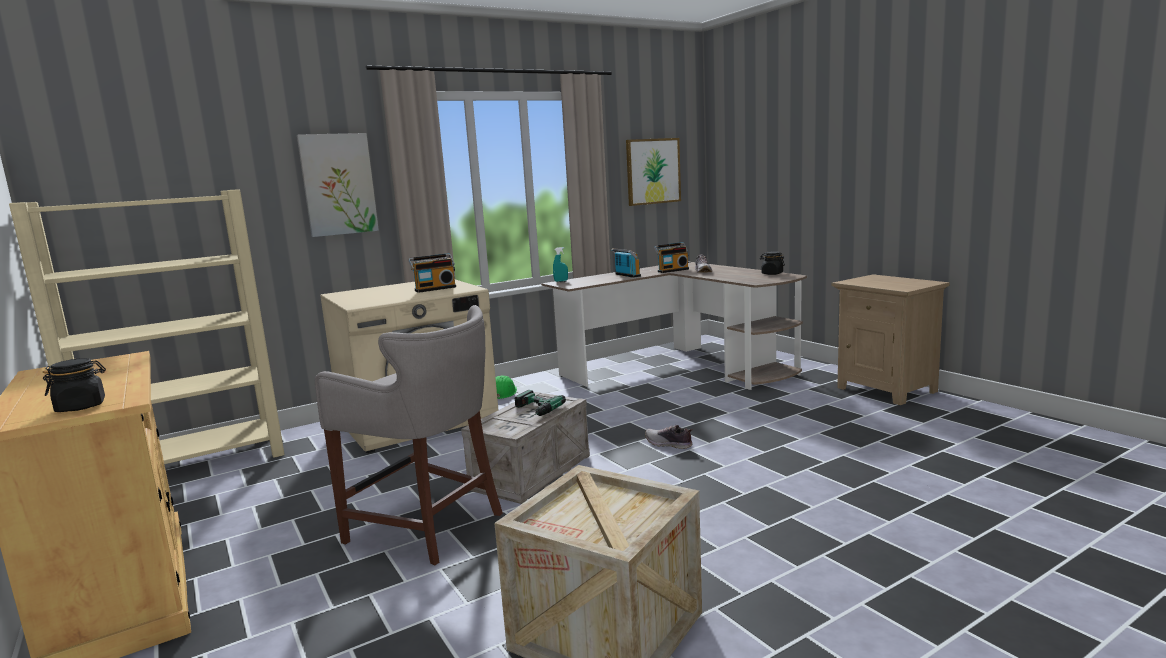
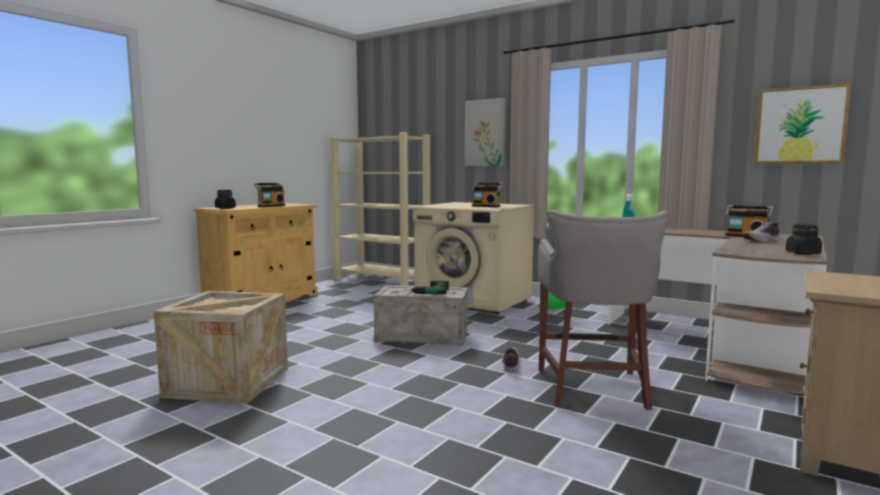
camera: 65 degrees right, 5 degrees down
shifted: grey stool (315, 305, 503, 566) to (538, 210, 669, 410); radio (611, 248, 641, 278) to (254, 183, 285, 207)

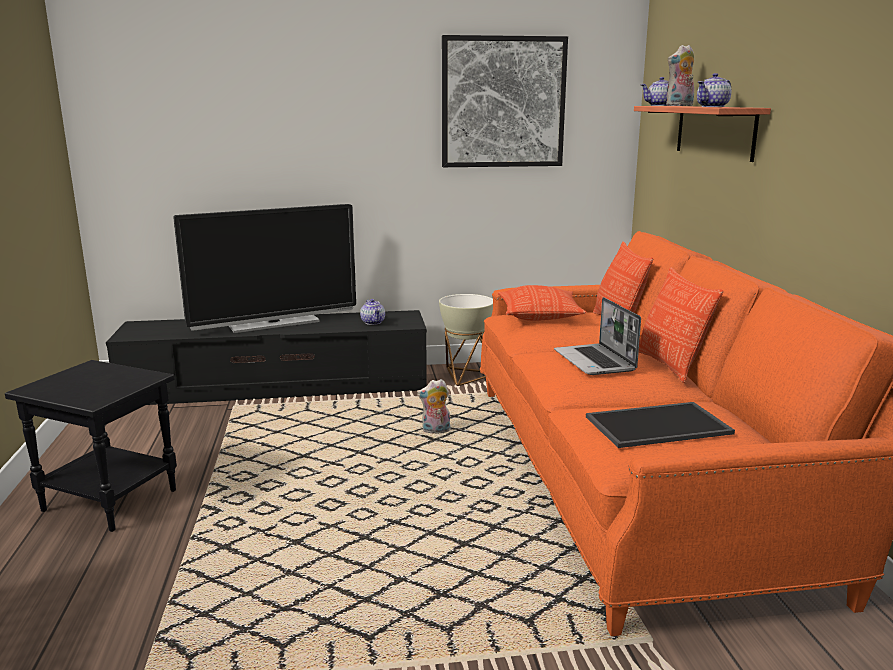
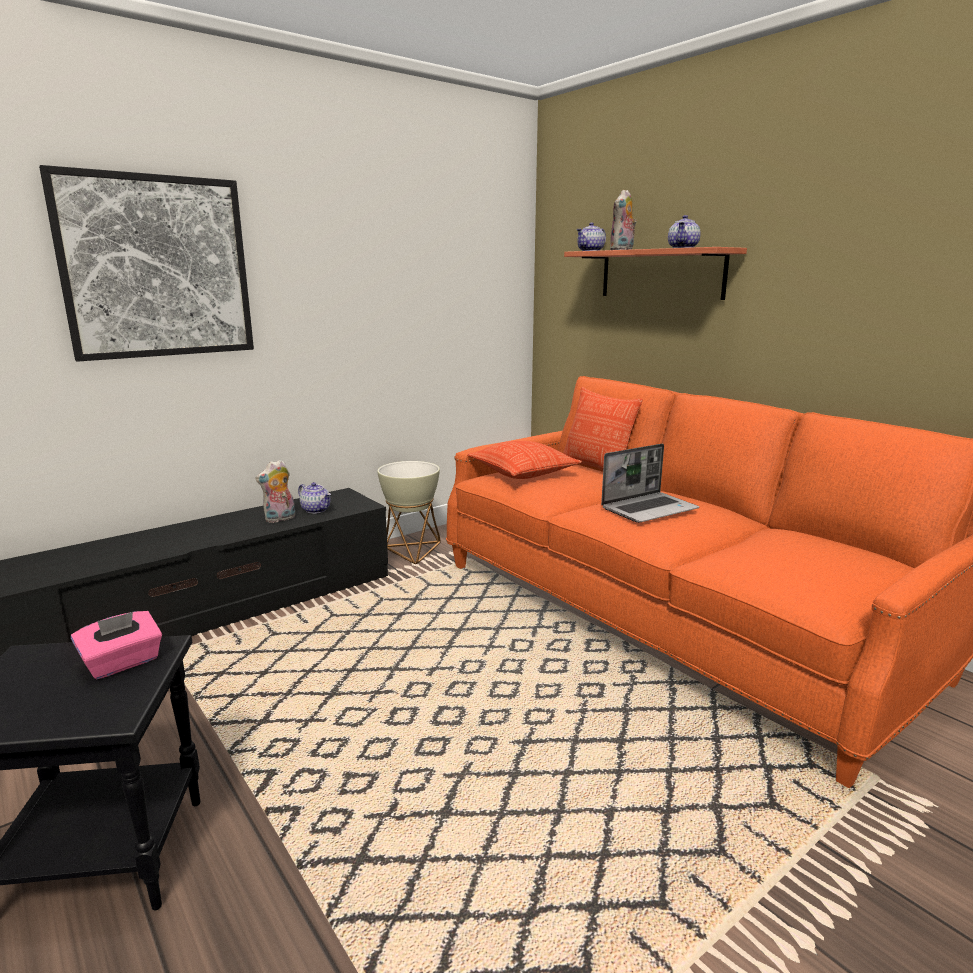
camera: 30 degrees left, 0 degrees up
gone: TV set (173, 204, 356, 333); serving tray (586, 402, 735, 448); orangey cushion (639, 267, 723, 383)
new: pink tissue box (71, 611, 162, 680)
shifted: plush toy (417, 379, 451, 434) to (255, 459, 295, 523); picture (442, 35, 568, 167) to (39, 165, 254, 362)
rotated: laptop (554, 297, 641, 375) = (601, 444, 699, 523) 75 degrees counterclockwise

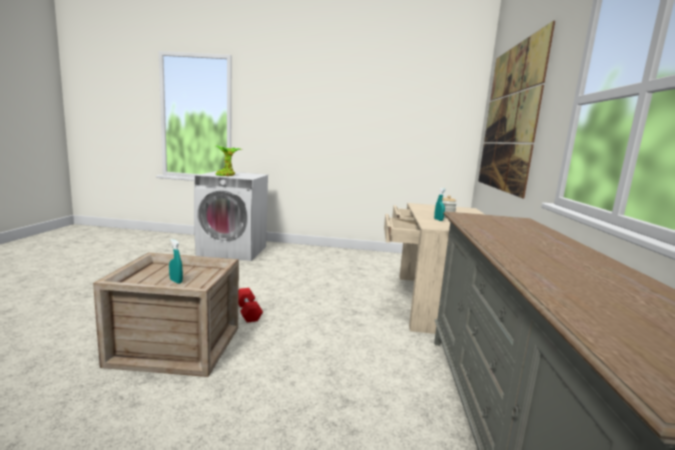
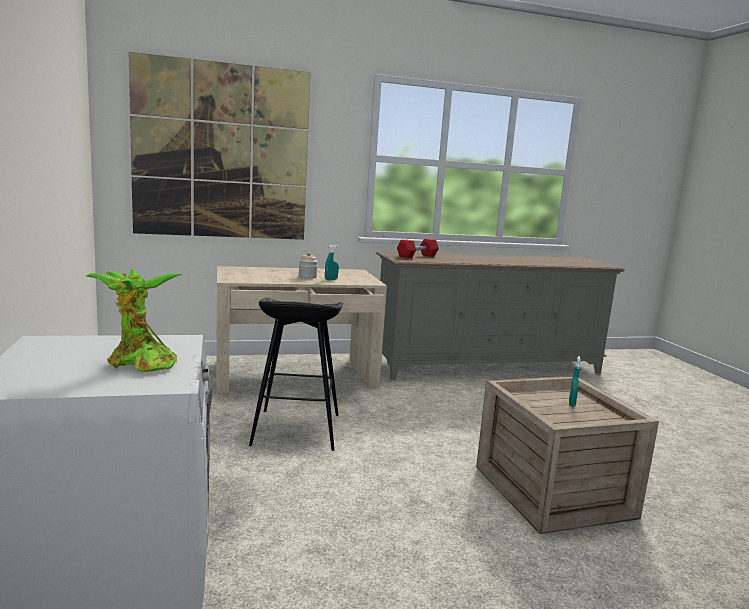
camera: 110 degrees left, 0 degrees up
new: black stool (249, 297, 343, 451)
shifted: reddish dumbbell (238, 288, 263, 323) to (397, 238, 439, 258)

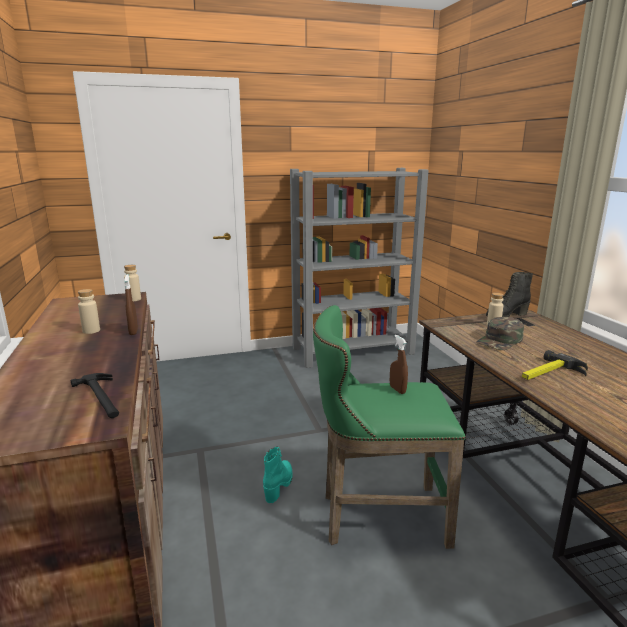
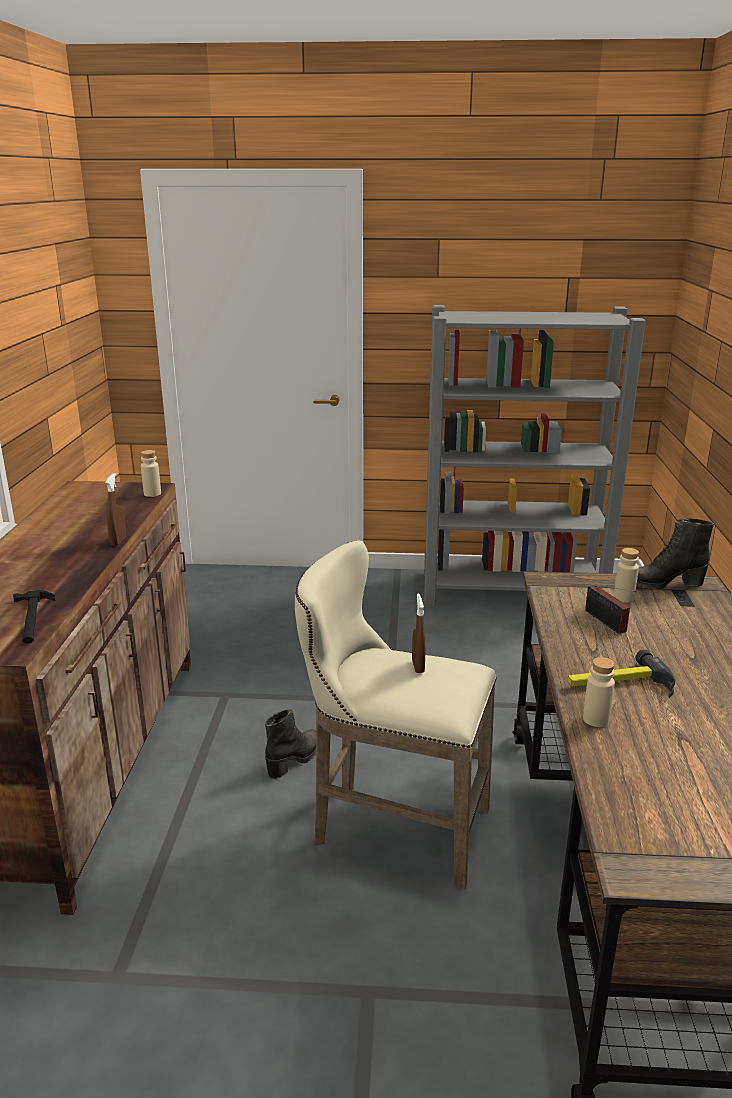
camera: 20 degrees right, 5 degrees up
shifted: beige-coloured bottle (78, 289, 100, 334) to (583, 657, 615, 727)
swapped: green peaked cap (476, 317, 524, 350) to radio (585, 585, 636, 634)
repainted: turquoise high-top boot (263, 446, 292, 503) to black high-top boot (265, 709, 316, 779); green stool (313, 305, 466, 549) to beige-coloured stool (295, 540, 497, 889)

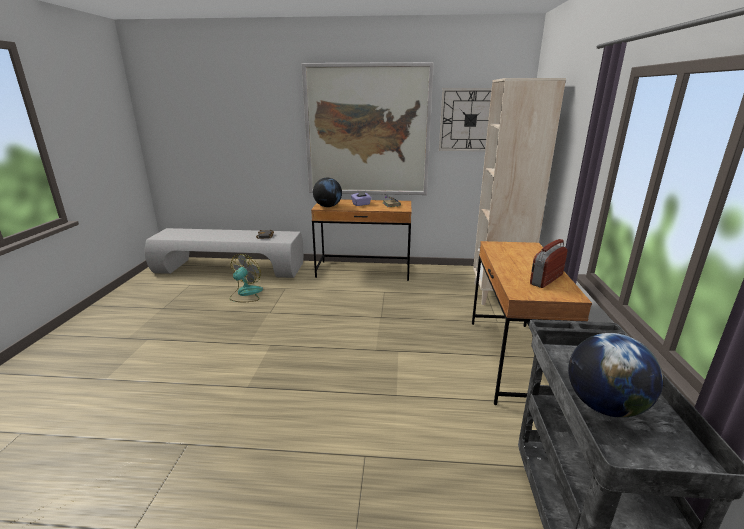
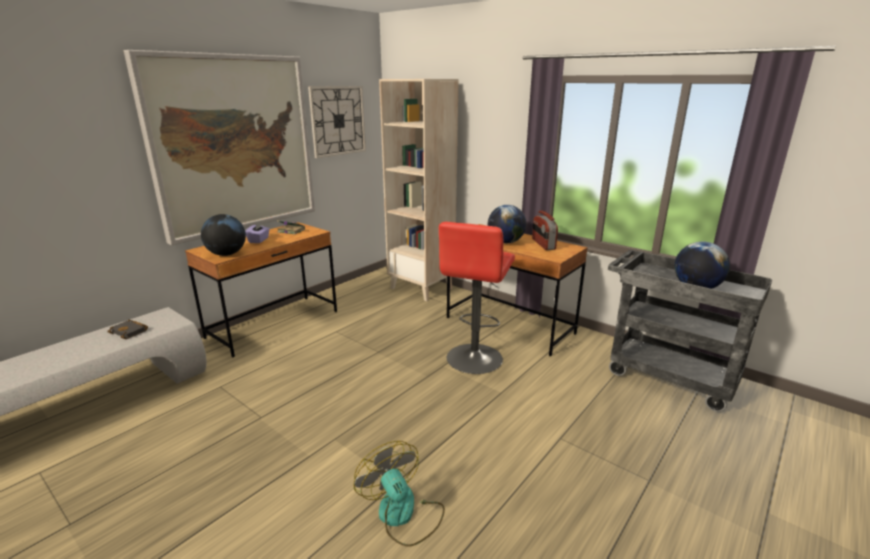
camera: 55 degrees left, 0 degrees up
new: reddish stool (439, 222, 515, 374); globe (488, 205, 526, 243)
shifted: fan (230, 254, 263, 302) to (354, 441, 445, 547)

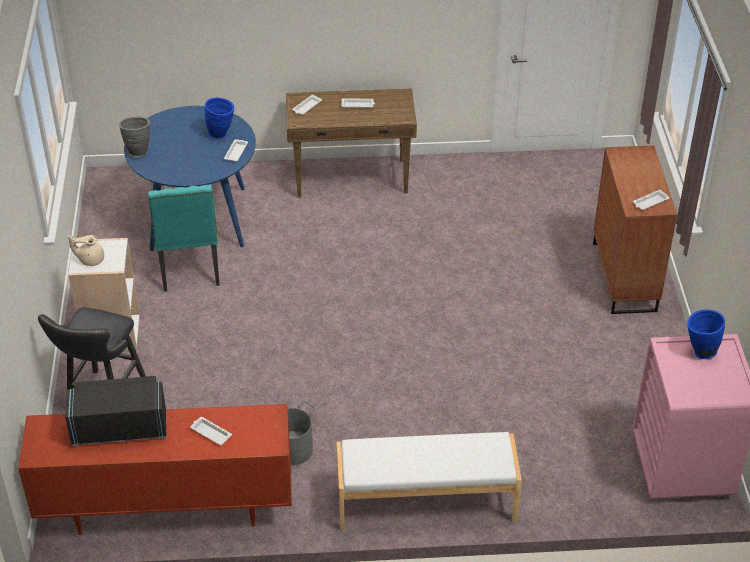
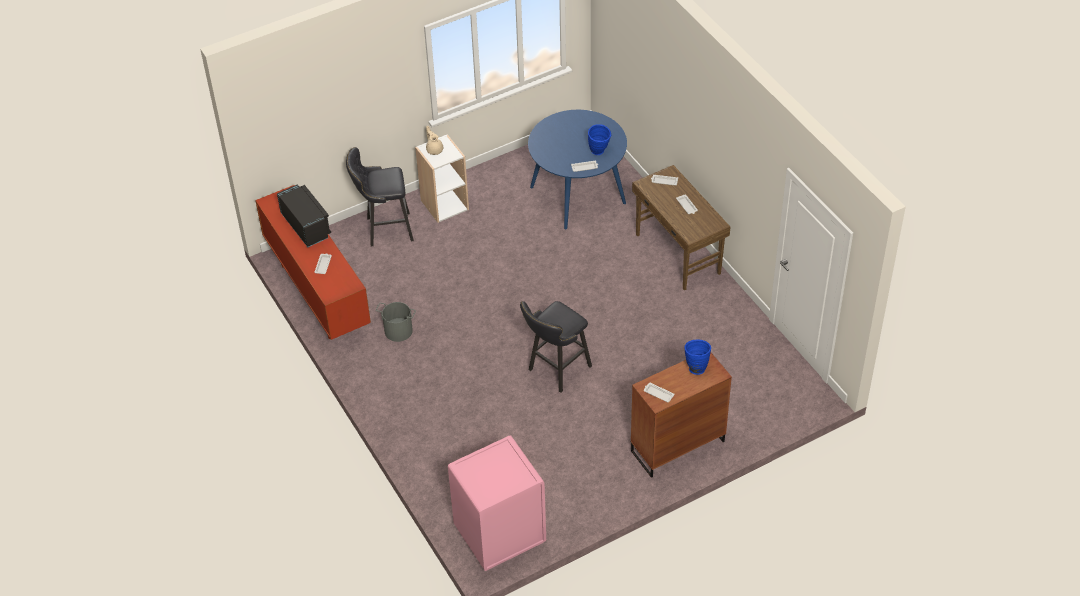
camera: 65 degrees right, 5 degrees up
gone: grey flower vase (119, 116, 150, 157); turquoise chair (148, 185, 220, 292); whitish indoor bench (337, 432, 522, 530)
new: black stool (520, 301, 592, 393)
shifted: bluish flower vase (687, 309, 725, 359) to (684, 340, 711, 375)

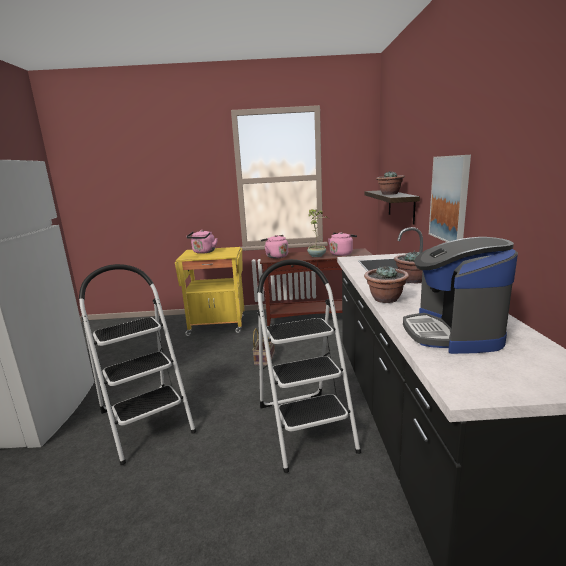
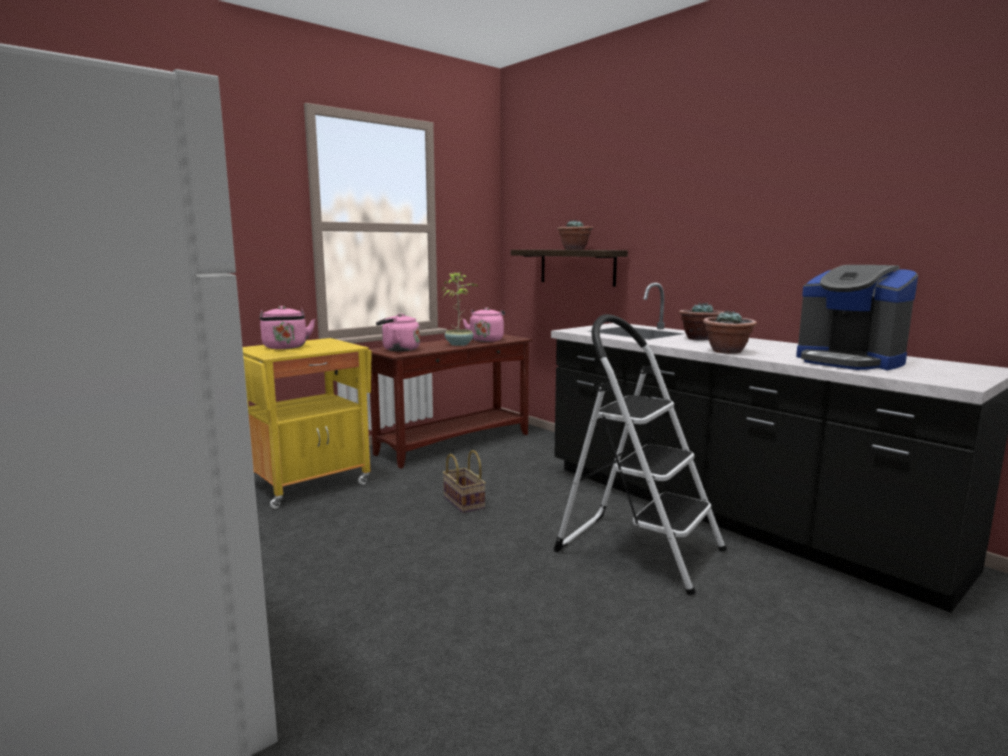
camera: 40 degrees left, 5 degrees down
gone: step ladder (79, 264, 196, 465); picture (429, 155, 471, 242)

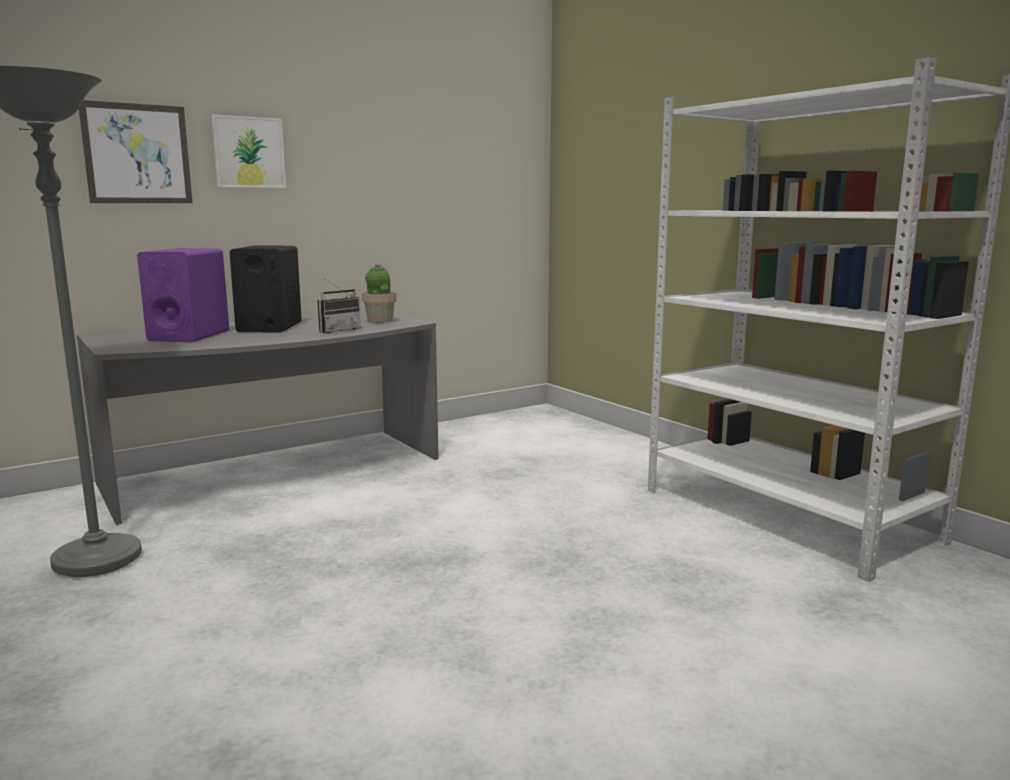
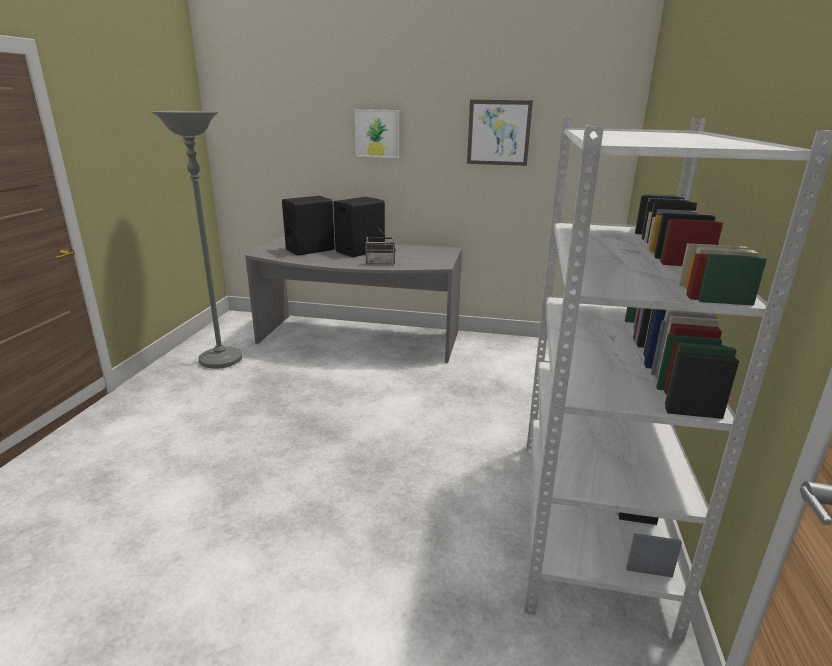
camera: 45 degrees right, 10 degrees up
gone: potted plant (362, 264, 397, 323)
shifted: picture (79, 100, 193, 203) to (467, 100, 533, 166)
repainted: purple-coloured speaker (137, 248, 229, 342) to black speaker (282, 196, 335, 256)

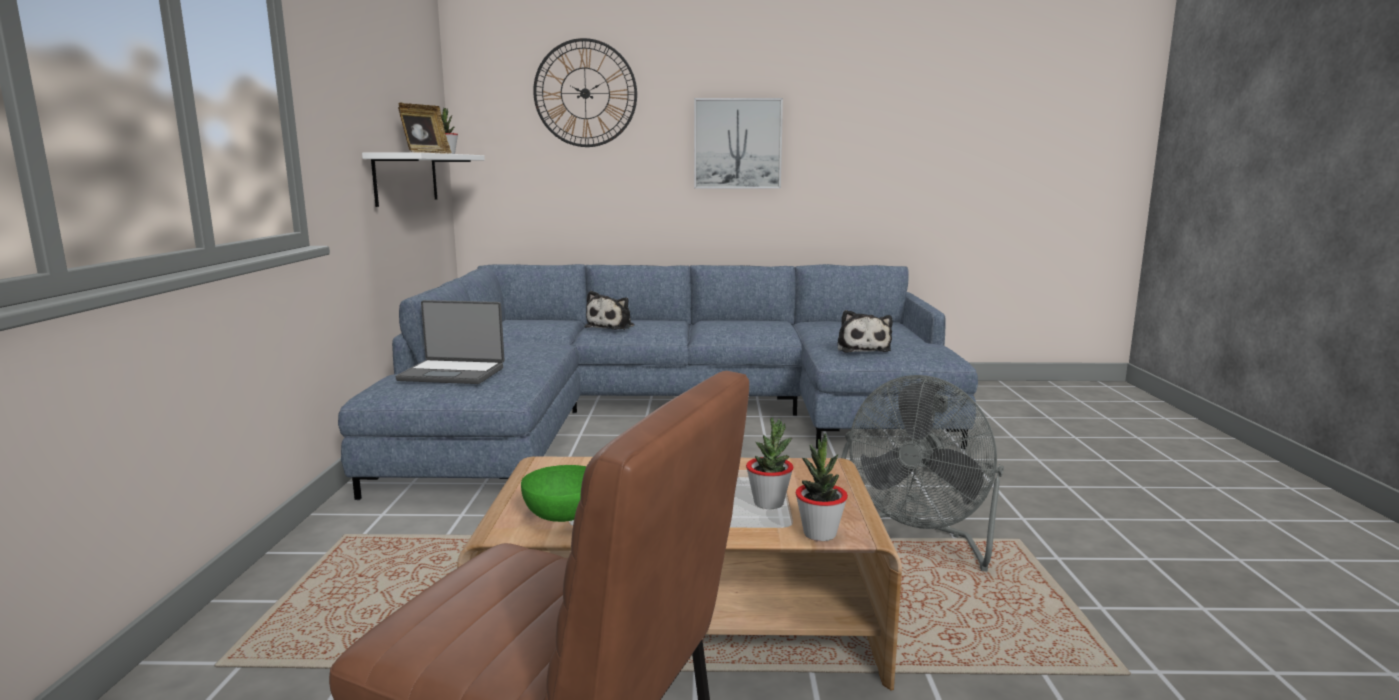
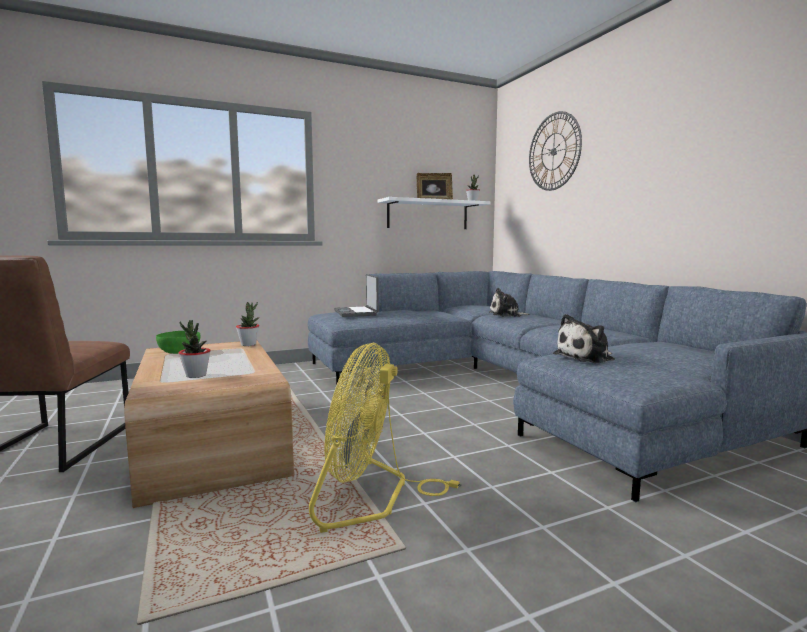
camera: 65 degrees right, 5 degrees down
gone: picture (694, 98, 783, 189)
shifted: potted plant (796, 433, 848, 541) to (236, 302, 259, 346)
repainted: grey fan (841, 375, 1004, 572) to yellow-coloured fan (309, 343, 462, 533)

